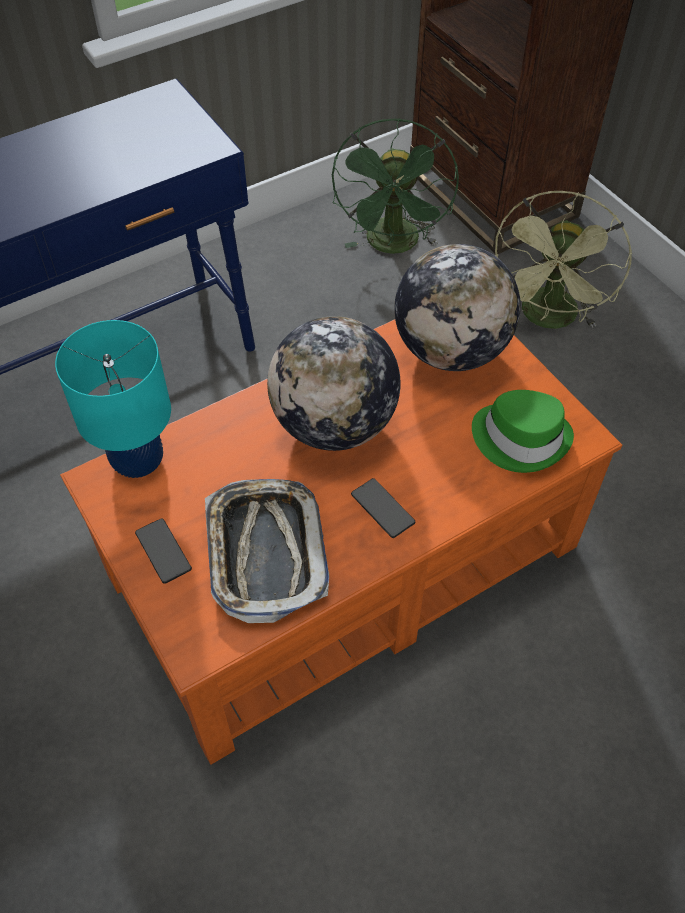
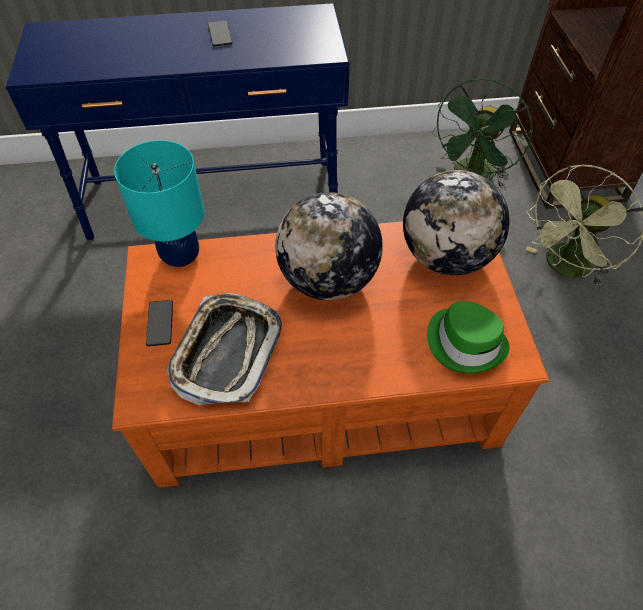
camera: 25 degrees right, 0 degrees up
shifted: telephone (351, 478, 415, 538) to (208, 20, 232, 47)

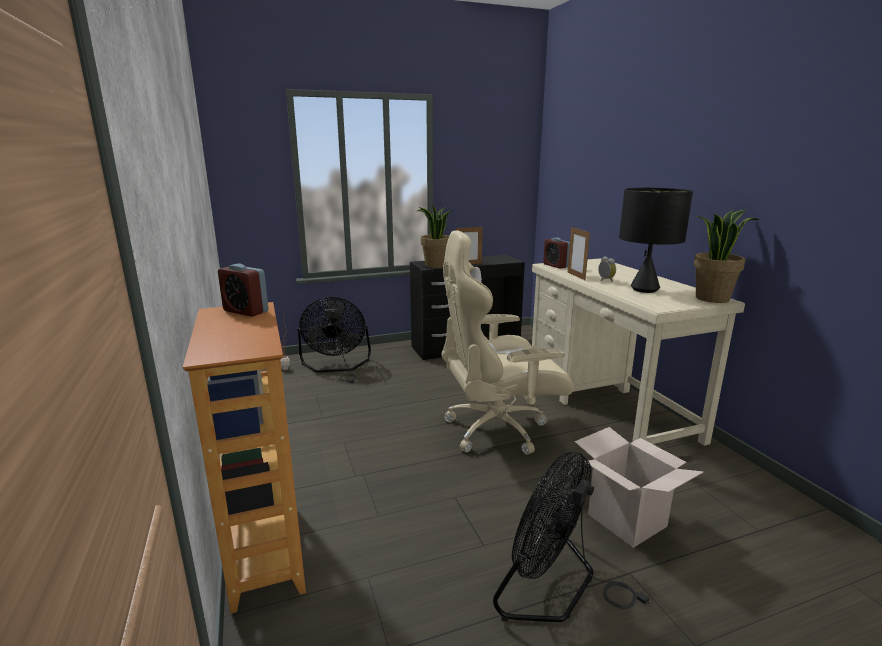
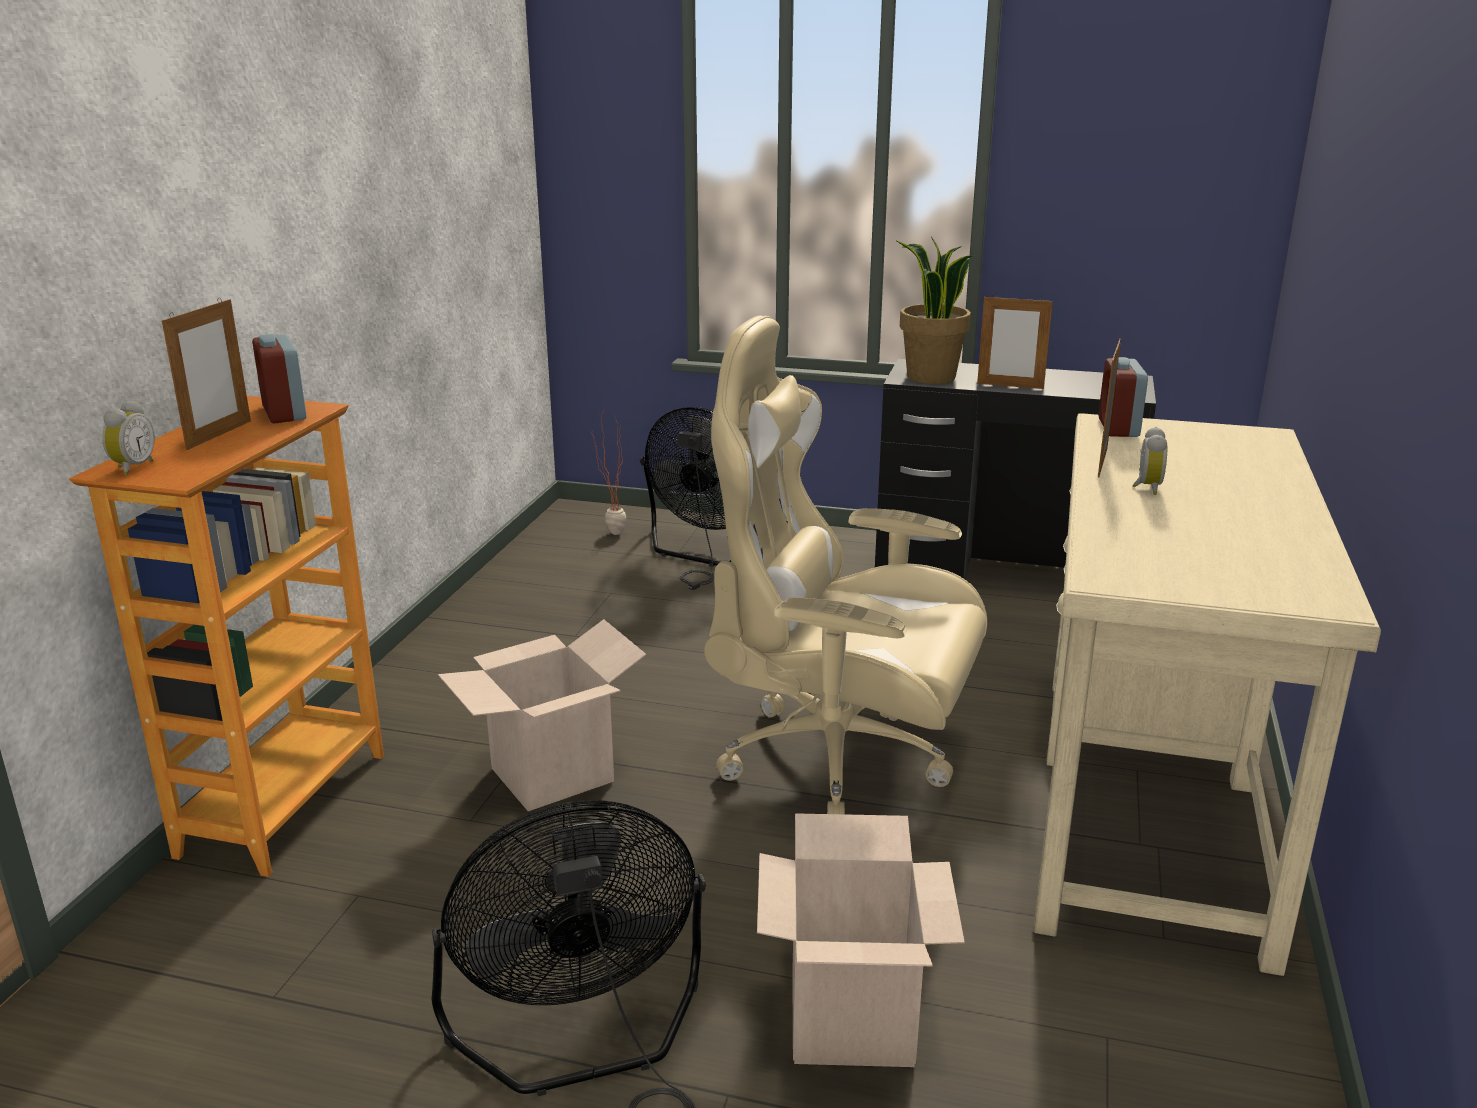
camera: 35 degrees right, 5 degrees up
gone: black table lamp (619, 188, 693, 293); potted plant (694, 209, 759, 303)
new: bedside clock (102, 400, 155, 476); standing frame (162, 298, 251, 450); cardboard box (438, 619, 647, 811)

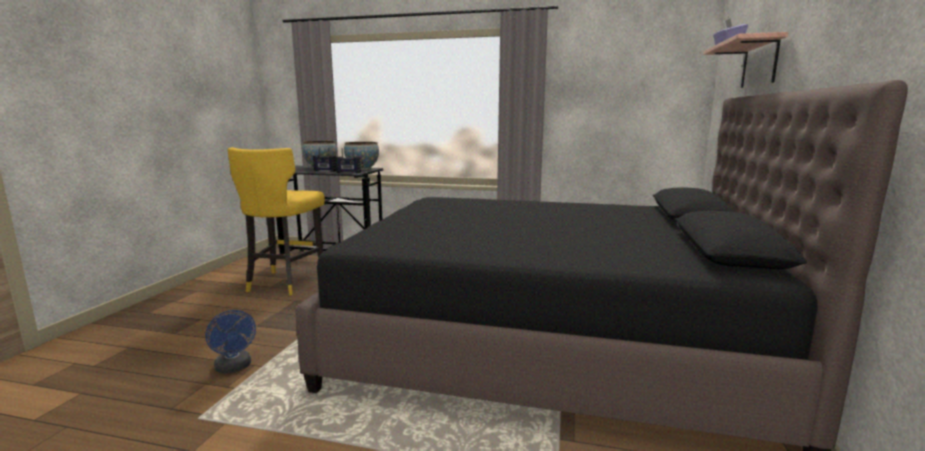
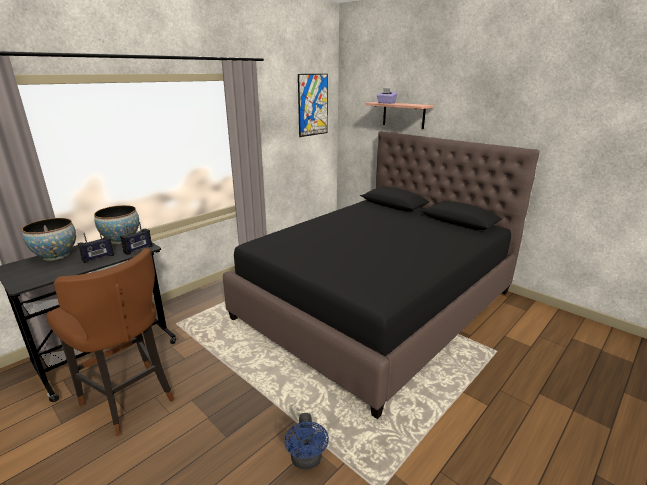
camera: 60 degrees left, 10 degrees up
new: picture (298, 74, 328, 137)
repainted: yellow-coloured stool (228, 147, 325, 295) to brown-coloured stool (46, 248, 174, 436)
rotated: bluish fan (205, 310, 256, 374) = (285, 413, 329, 469) 90 degrees clockwise

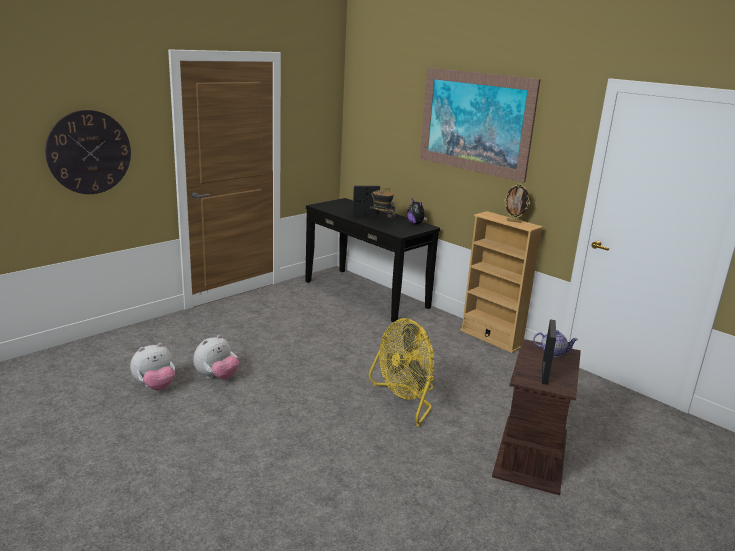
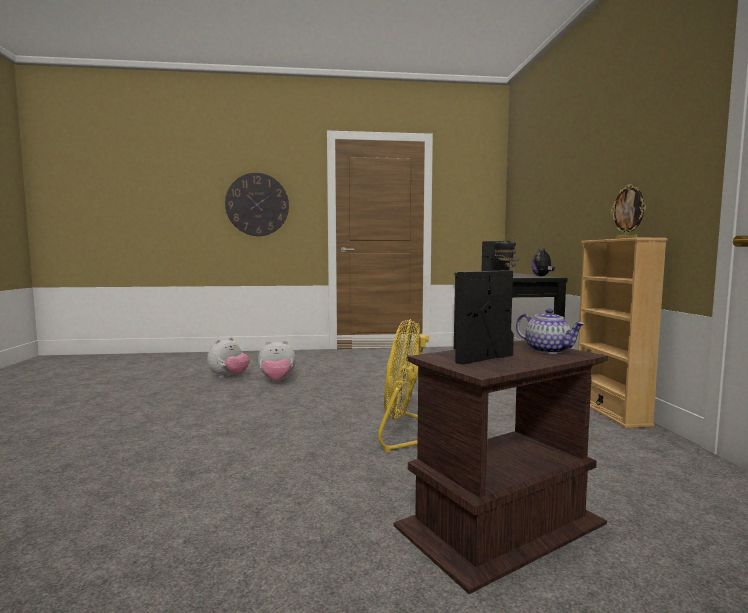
camera: 40 degrees right, 15 degrees down
gone: picture (420, 68, 541, 182)
rotated: plush toy (130, 343, 175, 390) = (207, 337, 250, 378) 60 degrees counterclockwise

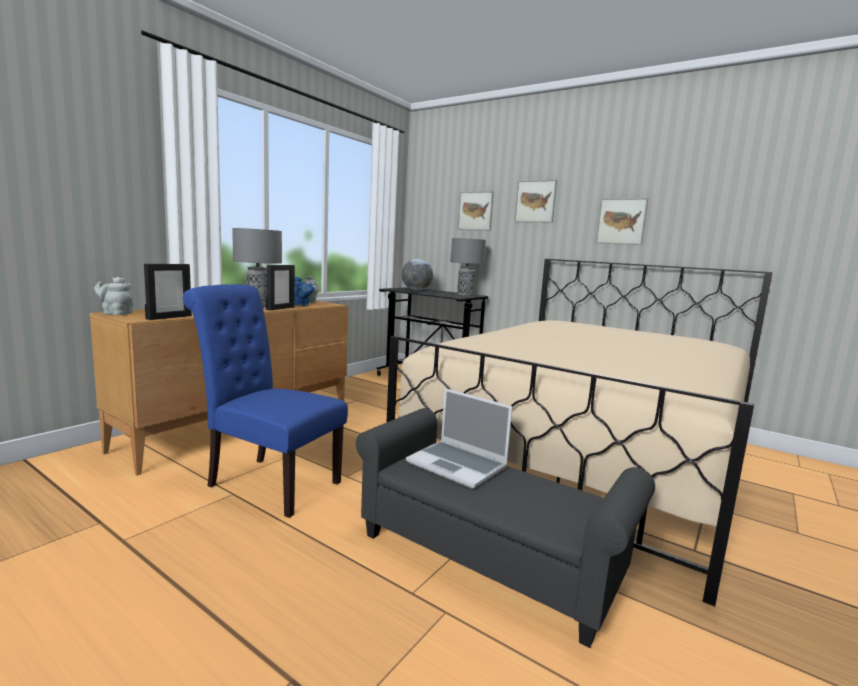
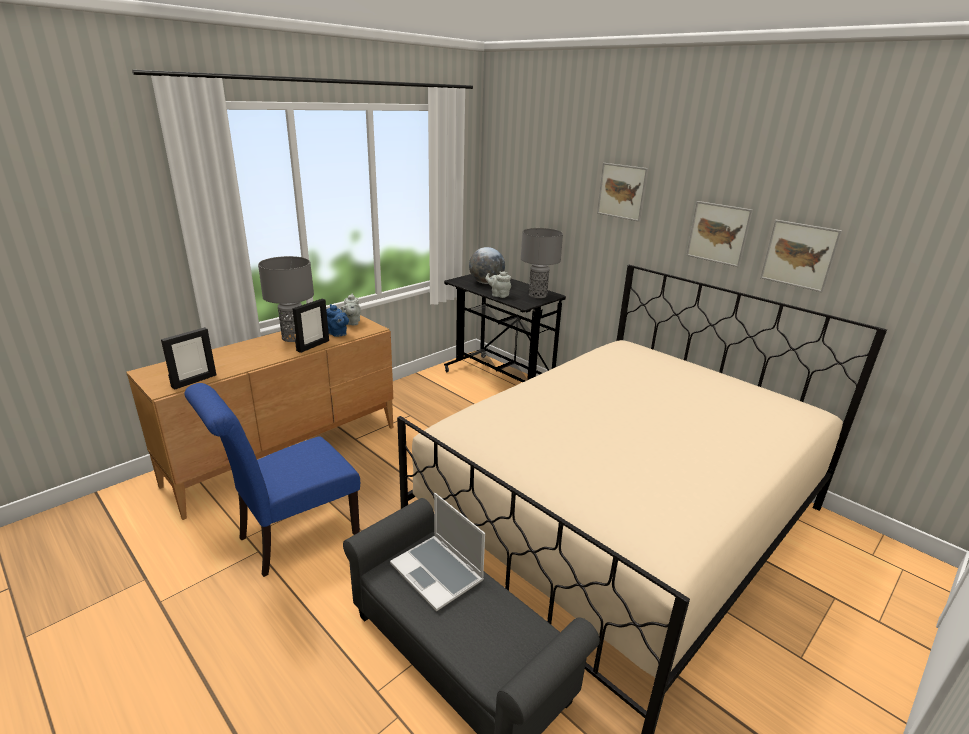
camera: 10 degrees right, 15 degrees up
shifted: grey pot for tea (94, 277, 133, 315) to (485, 271, 511, 298); picture (457, 191, 494, 231) to (760, 220, 842, 292)
rotated: bluish chair (183, 284, 348, 518) = (185, 383, 360, 577) 75 degrees counterclockwise

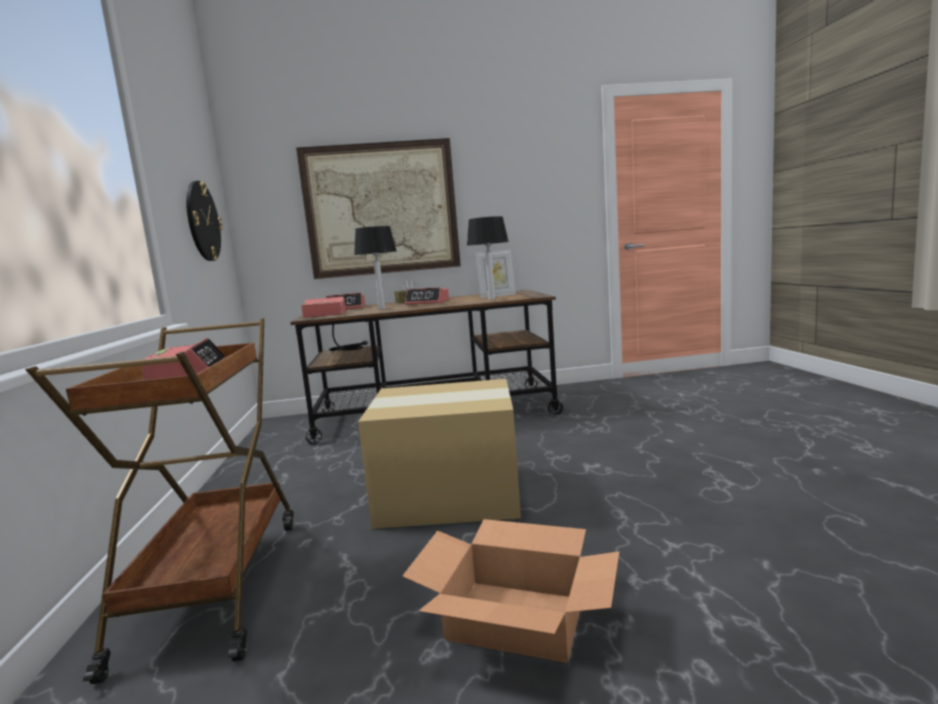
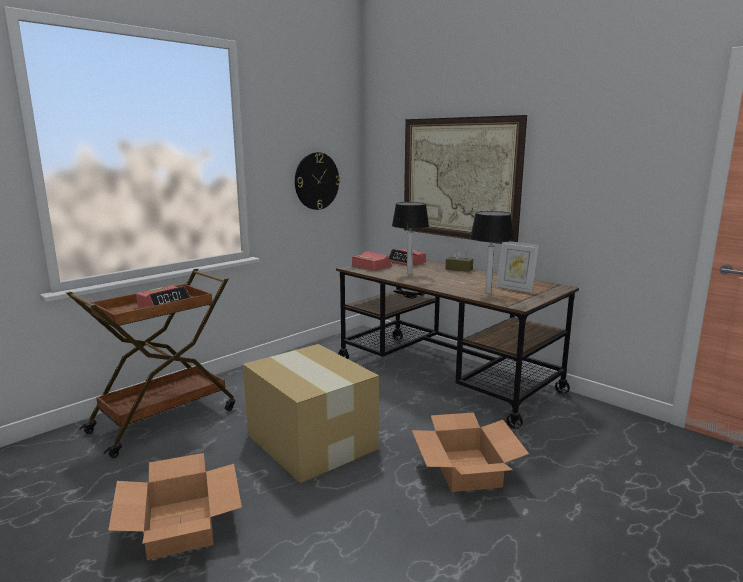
camera: 50 degrees right, 5 degrees up
gone: bedside clock (405, 287, 449, 305)
new: cardboard box (412, 412, 529, 492)

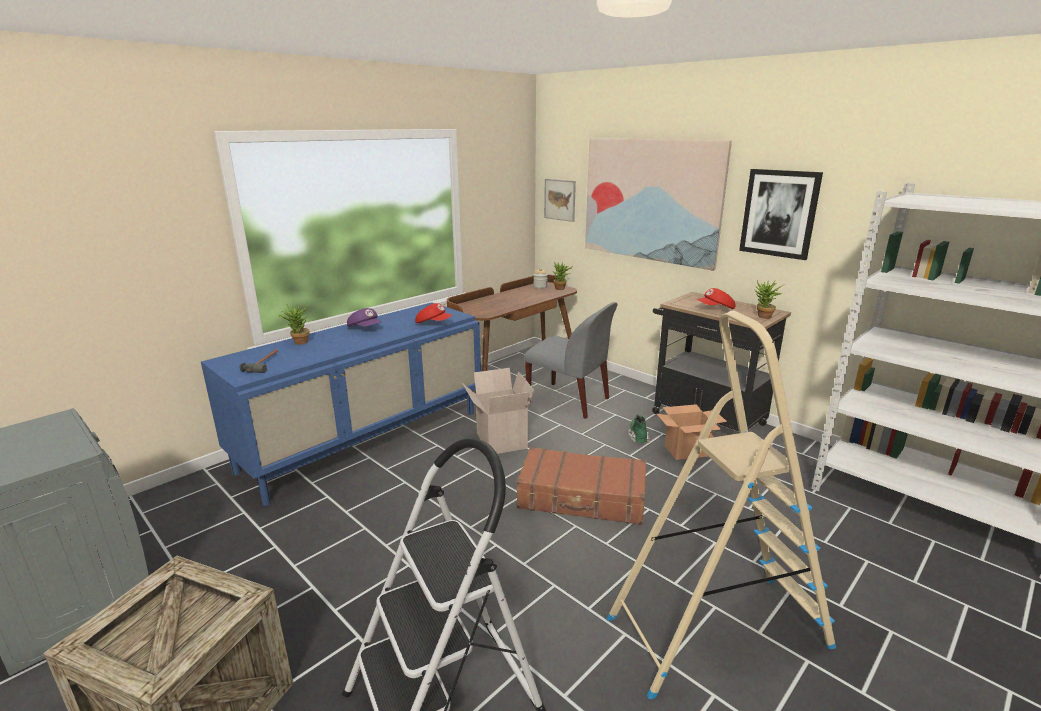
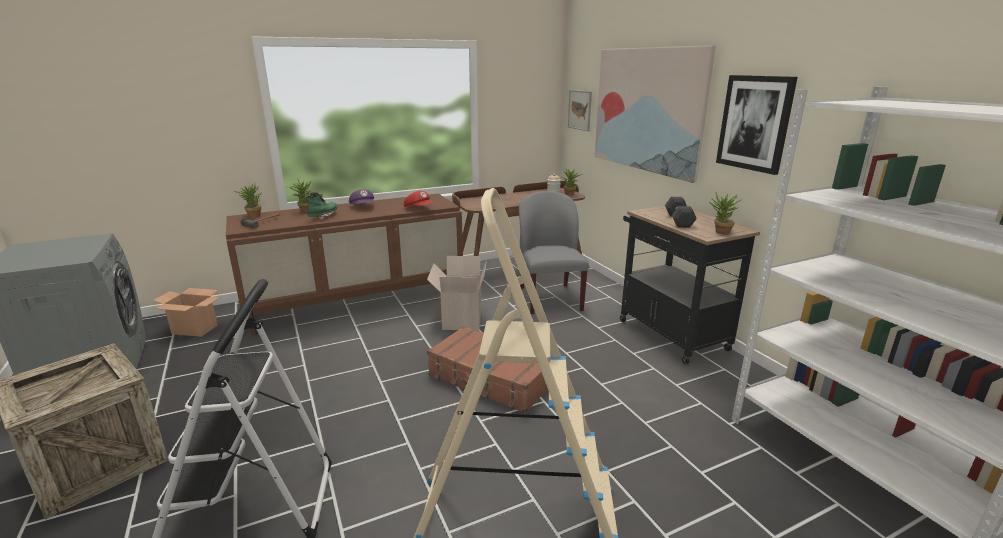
camera: 20 degrees right, 0 degrees up
new: potted plant (234, 184, 263, 217)
shifted: green high-top boot (628, 414, 651, 443) to (306, 192, 337, 220); cardboard box (657, 404, 727, 460) to (153, 288, 220, 337)
swapped: reddish peaked cap (697, 288, 735, 309) to black dumbbell (665, 197, 697, 228)
repainted: bluish cabinet (201, 302, 481, 506) to brown-coloured cabinet (226, 194, 463, 335)
rotated: grey chair (524, 302, 617, 419) = (519, 191, 589, 314) 150 degrees counterclockwise

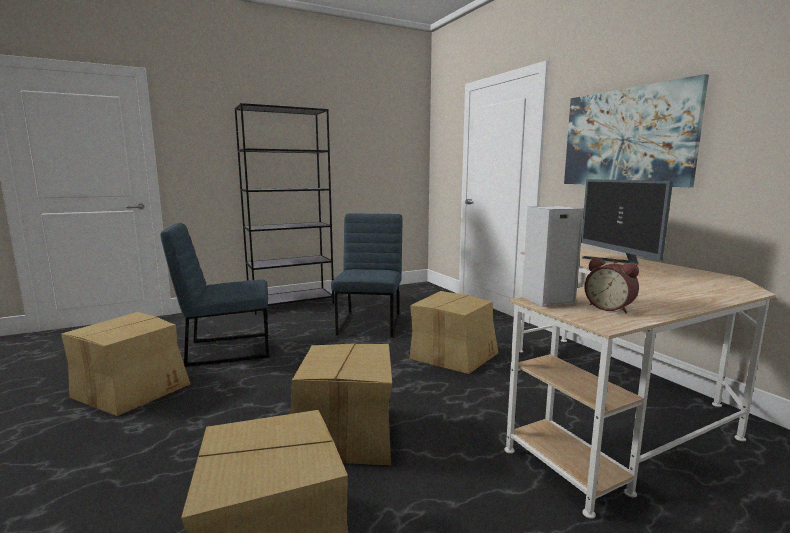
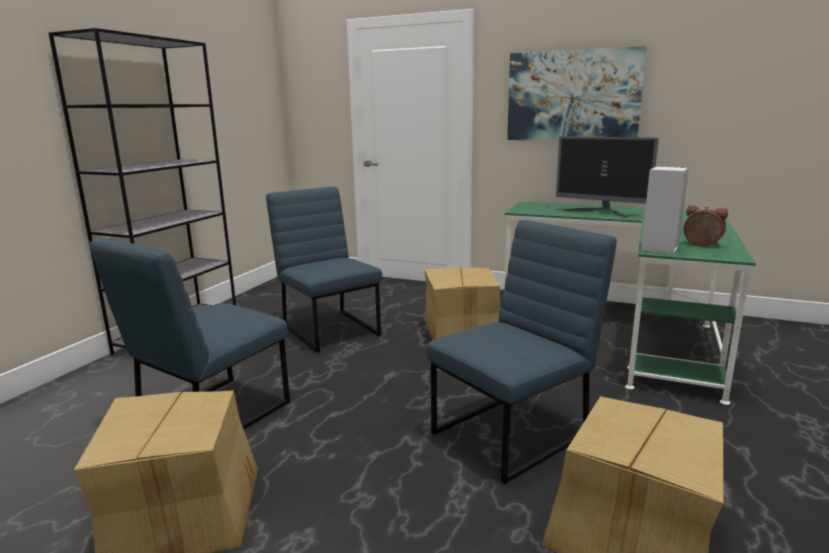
camera: 40 degrees left, 5 degrees up
swapped: cardboard box (290, 343, 392, 465) to bluish chair (426, 220, 617, 484)
repainted: beige-coloured desk (504, 248, 776, 519) to green desk (505, 202, 756, 405)
rotated: bedside clock (584, 258, 639, 313) = (684, 205, 728, 247) 150 degrees counterclockwise

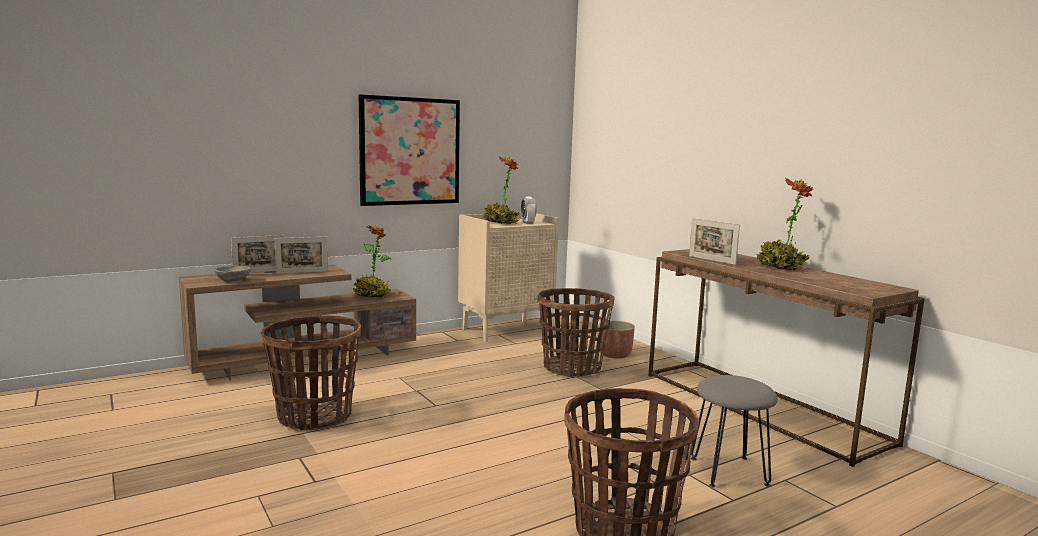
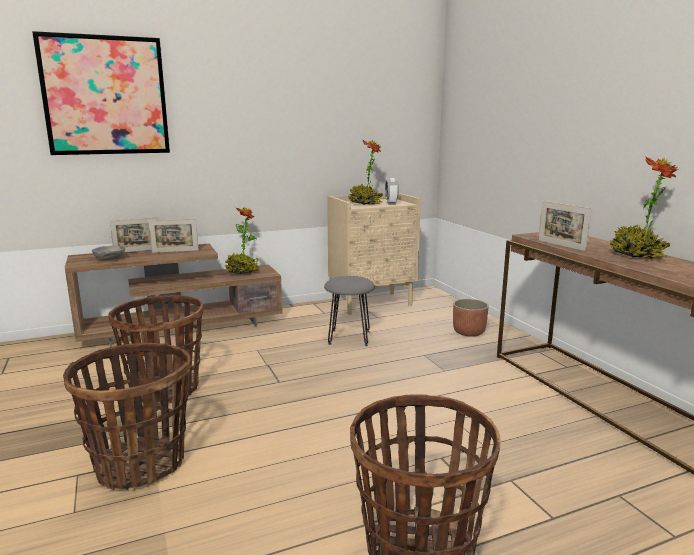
camera: 10 degrees right, 5 degrees up
shifted: picture (359, 94, 460, 206) to (32, 31, 170, 155); household basket (537, 288, 615, 377) to (63, 343, 191, 490); grey stool (691, 375, 778, 487) to (324, 276, 375, 346)

